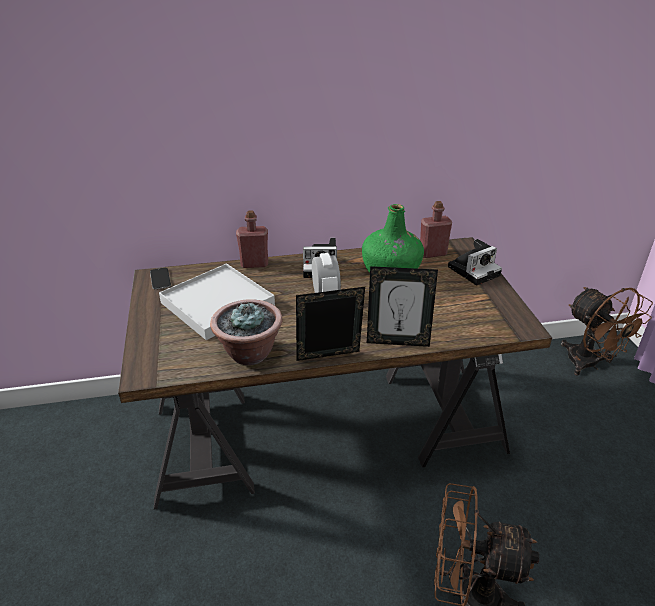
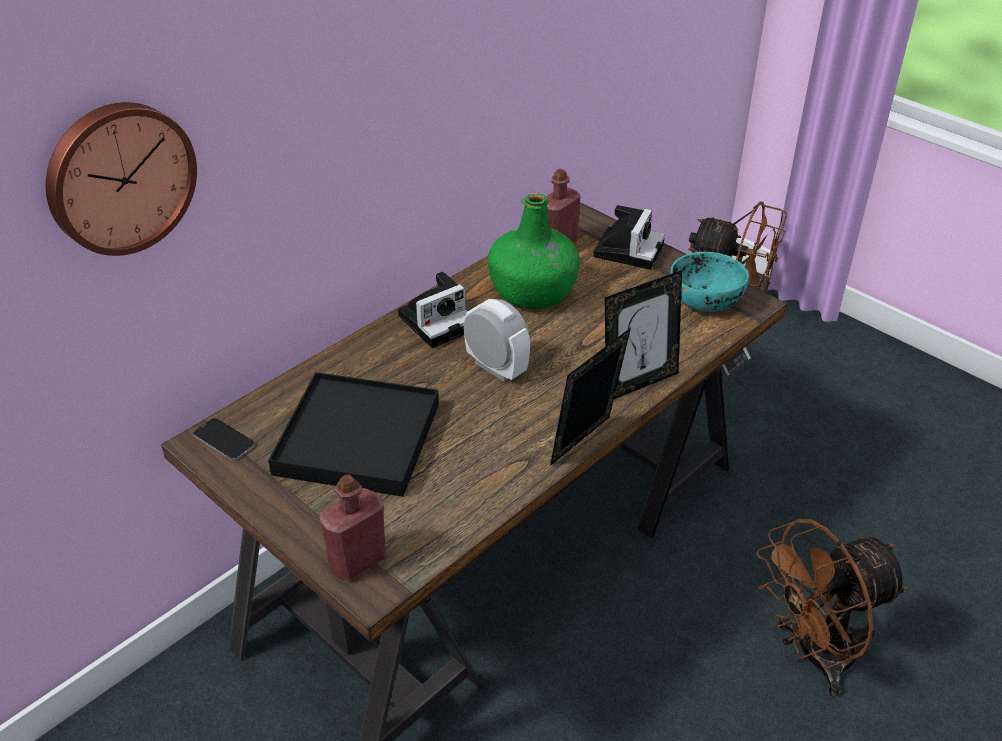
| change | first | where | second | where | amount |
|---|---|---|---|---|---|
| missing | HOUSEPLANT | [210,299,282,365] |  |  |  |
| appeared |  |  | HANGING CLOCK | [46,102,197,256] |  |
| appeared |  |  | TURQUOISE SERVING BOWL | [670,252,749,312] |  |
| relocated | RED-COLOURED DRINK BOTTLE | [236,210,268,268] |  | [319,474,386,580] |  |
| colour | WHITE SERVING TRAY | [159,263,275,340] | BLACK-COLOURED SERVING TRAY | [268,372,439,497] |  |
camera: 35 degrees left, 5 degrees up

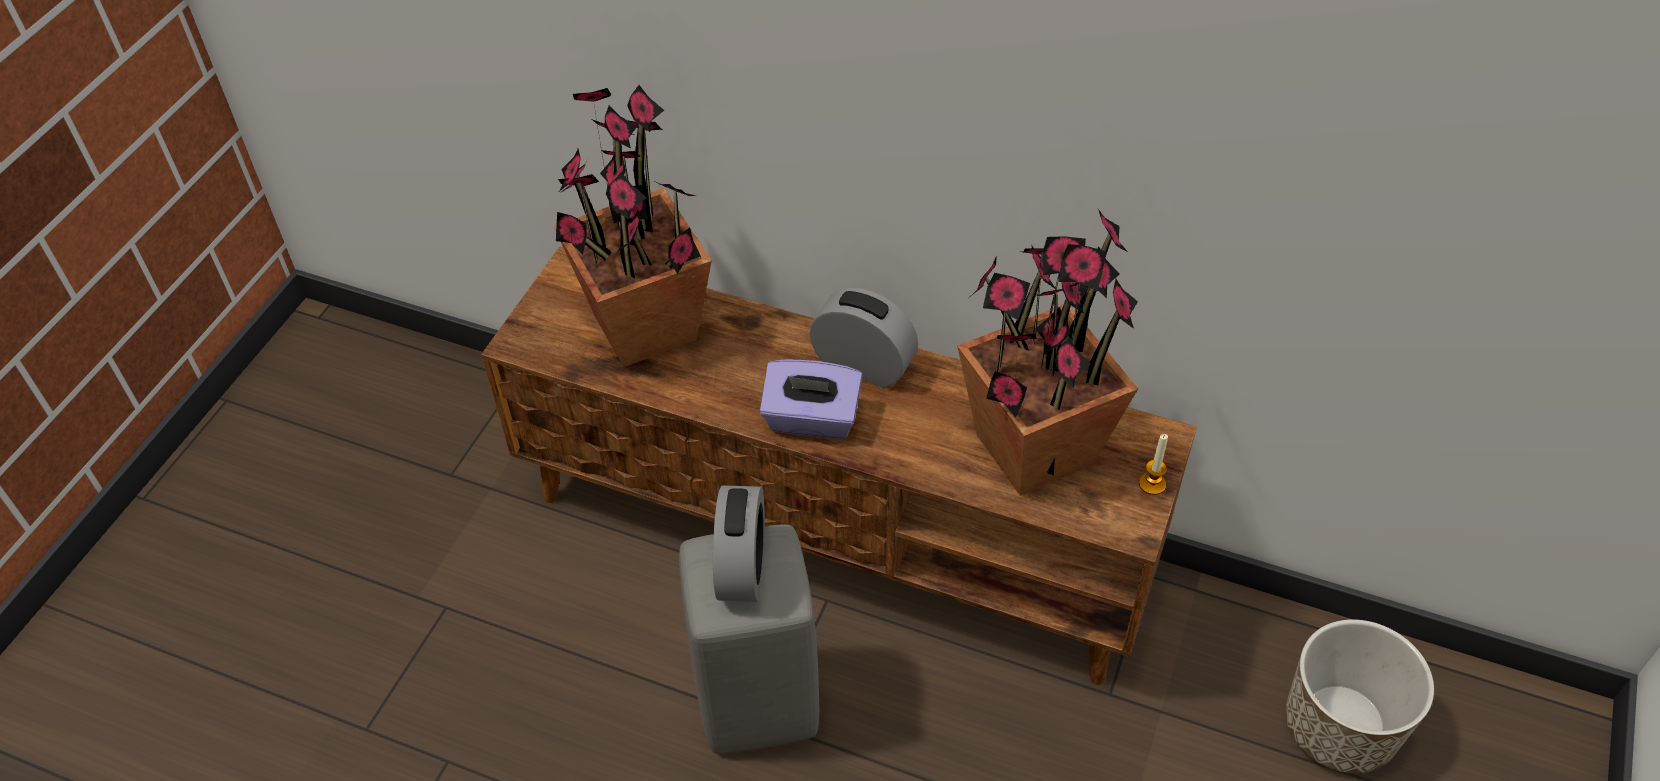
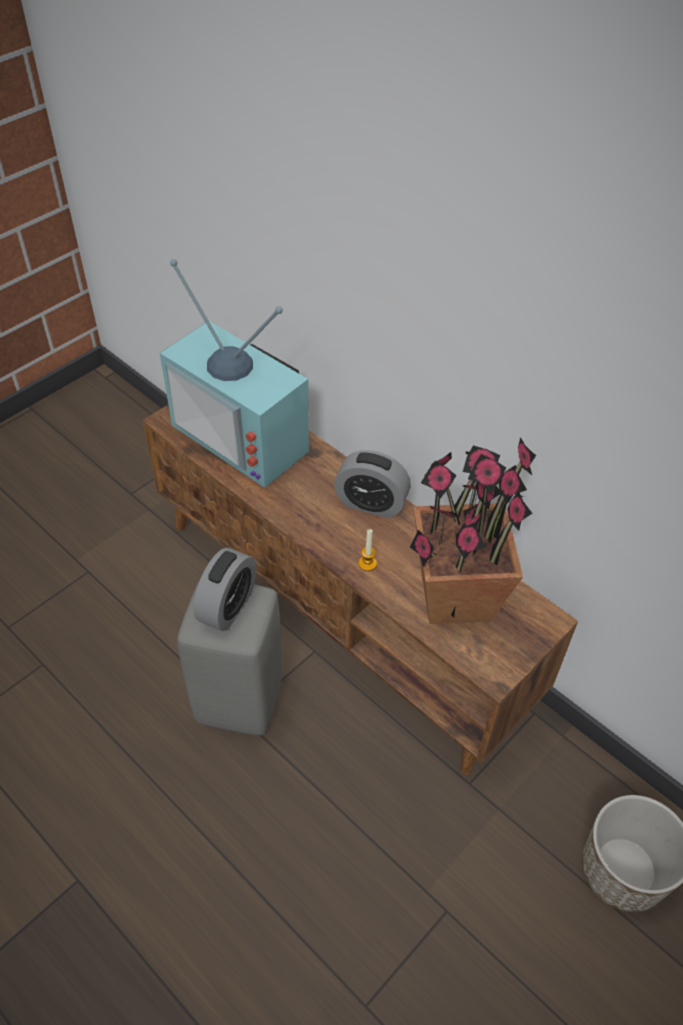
| change | first | where | second | where | amount |
|---|---|---|---|---|---|
| missing | PURPLE TISSUE BOX | [760,359,863,439] |  |  |  |
| relocated | WAX CANDLE | [1139,434,1168,495] |  | [359,529,377,571] |  |
| exchanged | HOUSEPLANT | [554,85,712,367] | TELEVISION | [160,259,309,488] |  |
| spun | BEDSIDE CLOCK | [809,288,918,388] |  | [334,450,411,518] | 150 degrees clockwise |
camera: 20 degrees right, 0 degrees up

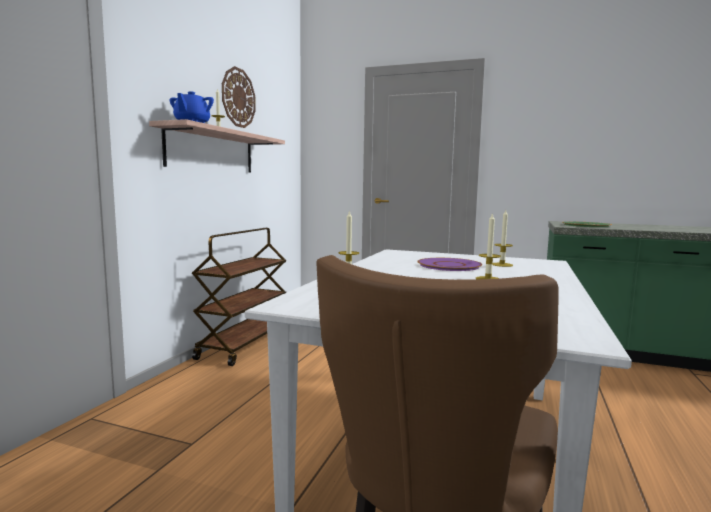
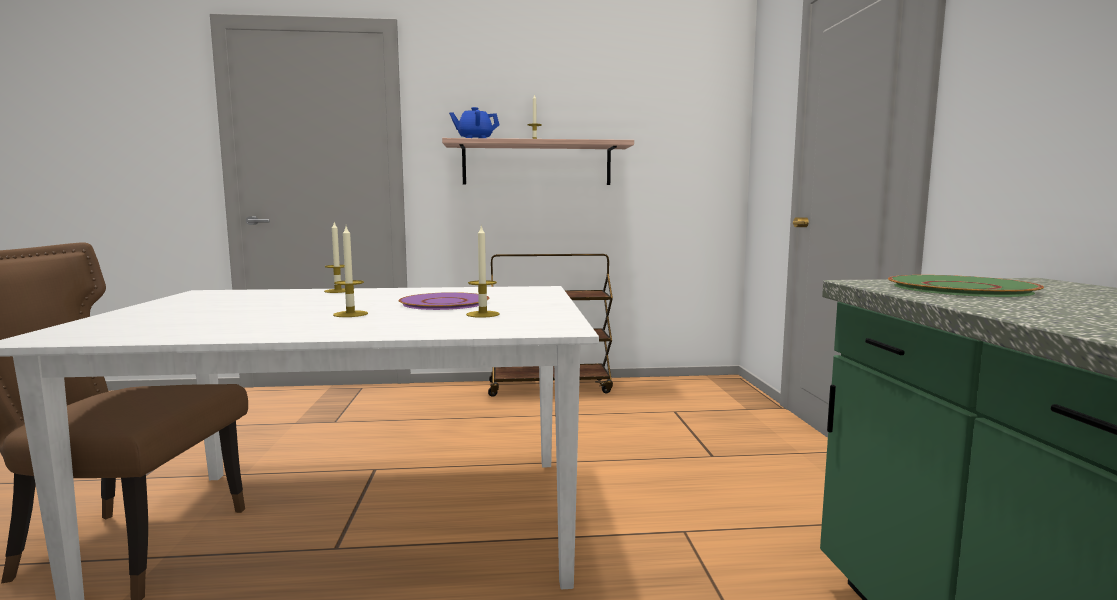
| change | first | where | second | where | amount |
|---|---|---|---|---|---|
| missing | HANGING CLOCK | [222,66,256,128] |  |  |  |
camera: 65 degrees right, 0 degrees up

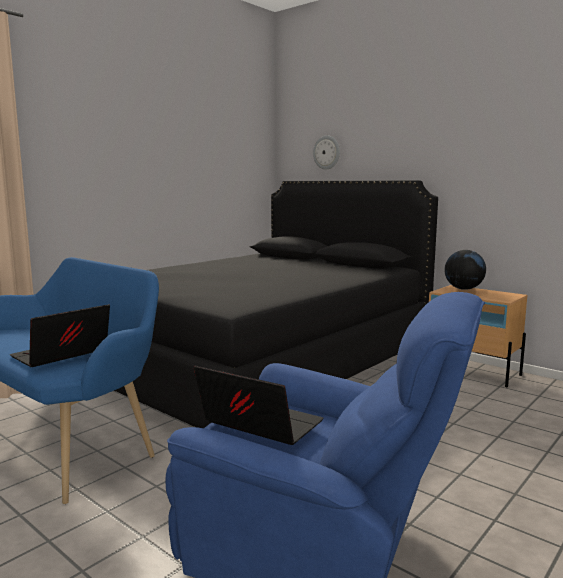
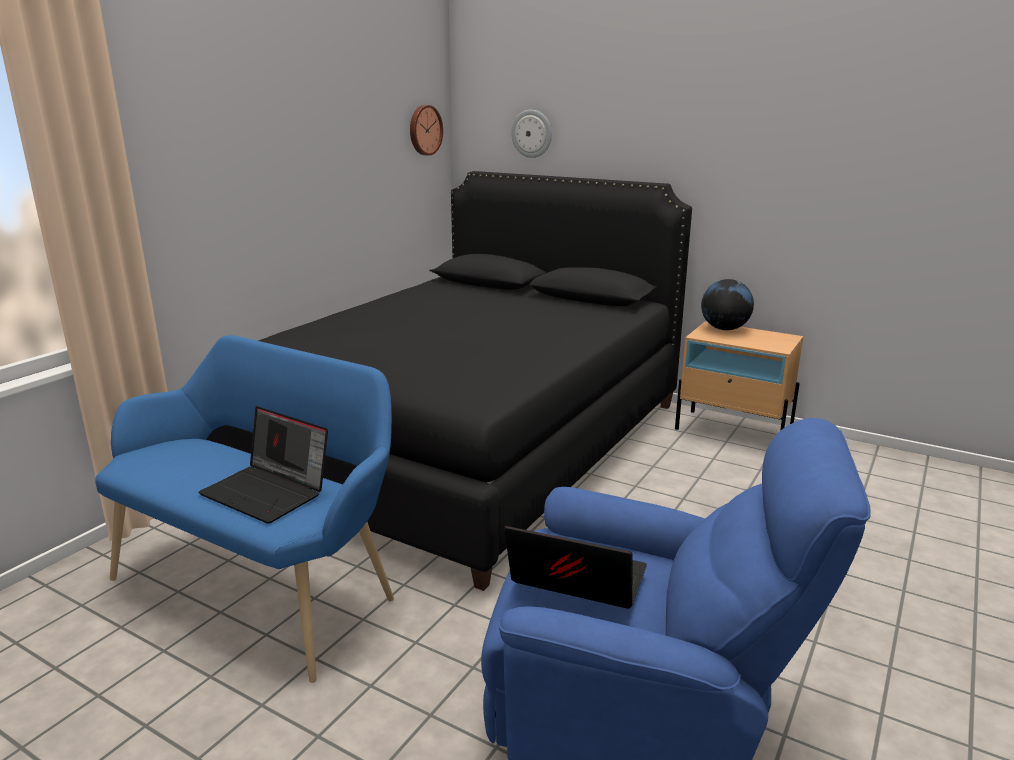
| change | first | where | second | where | amount |
|---|---|---|---|---|---|
| appeared |  |  | HANGING CLOCK | [410,105,443,156] |  |
| spun | NOTEBOOK COMPUTER | [10,304,110,367] |  | [198,406,328,524] | 90 degrees counterclockwise |
camera: 10 degrees left, 10 degrees up

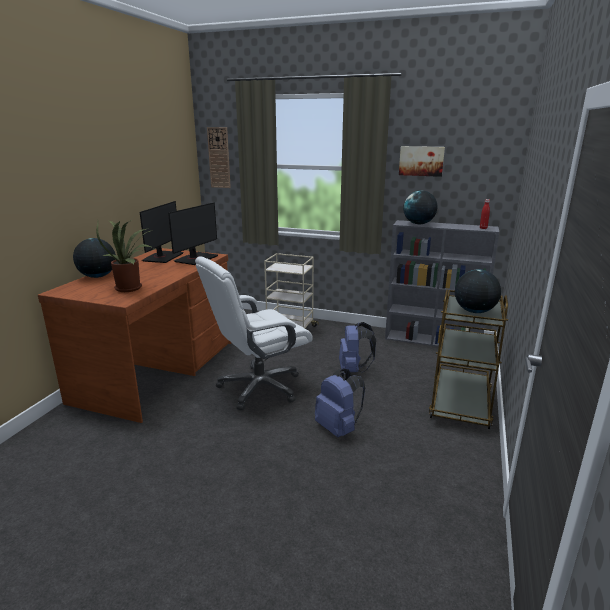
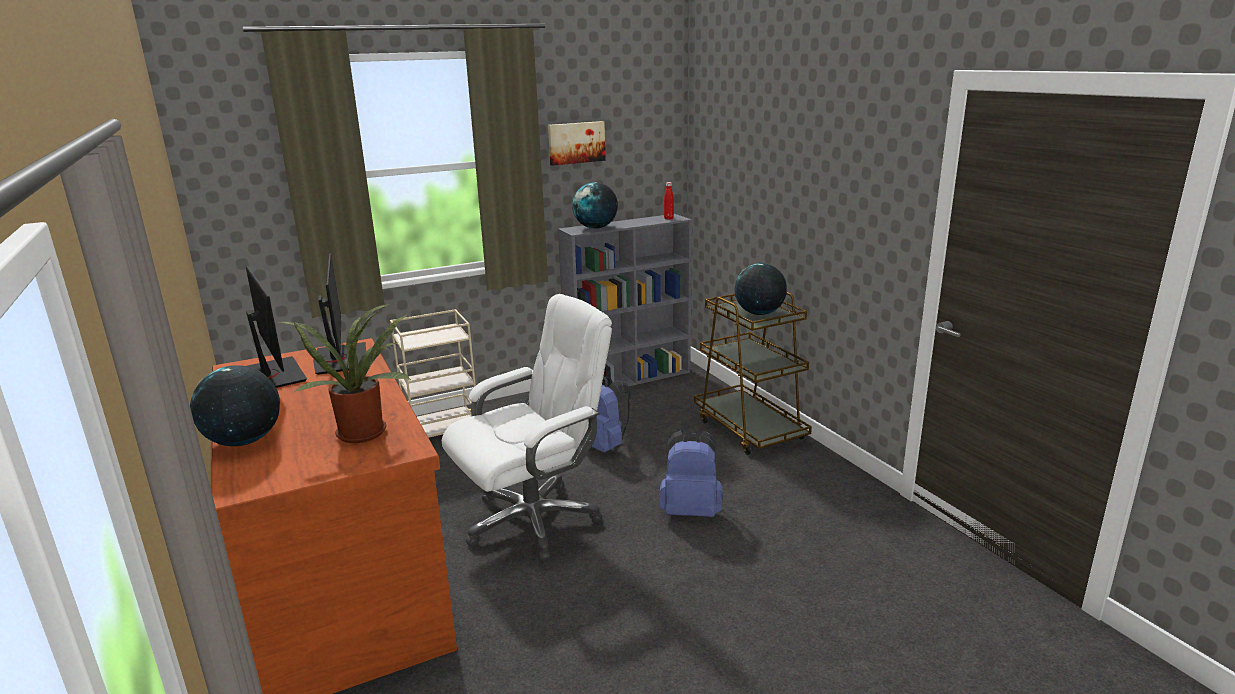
| change | first | where | second | where | amount |
|---|---|---|---|---|---|
| missing | HANGING CLOCK | [207,127,231,188] |  |  |  |
| spun | WHITE OFFICE CHAIR | [195,256,313,411] |  | [442,294,612,561] | 135 degrees counterclockwise |
camera: 45 degrees left, 0 degrees up

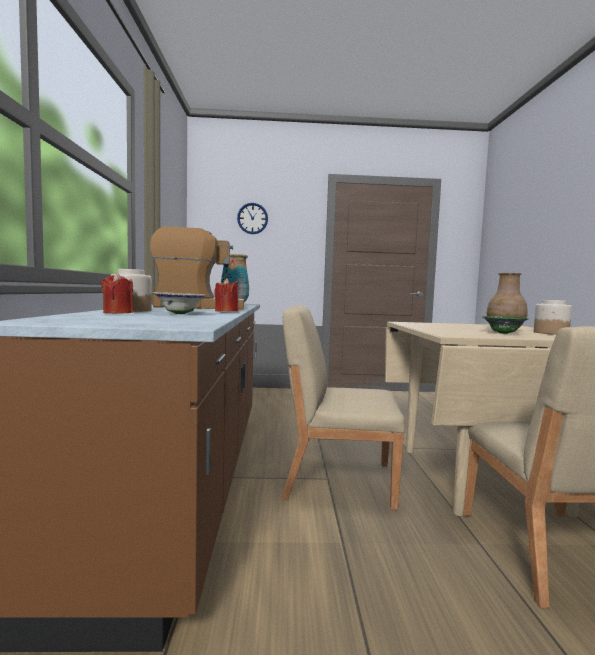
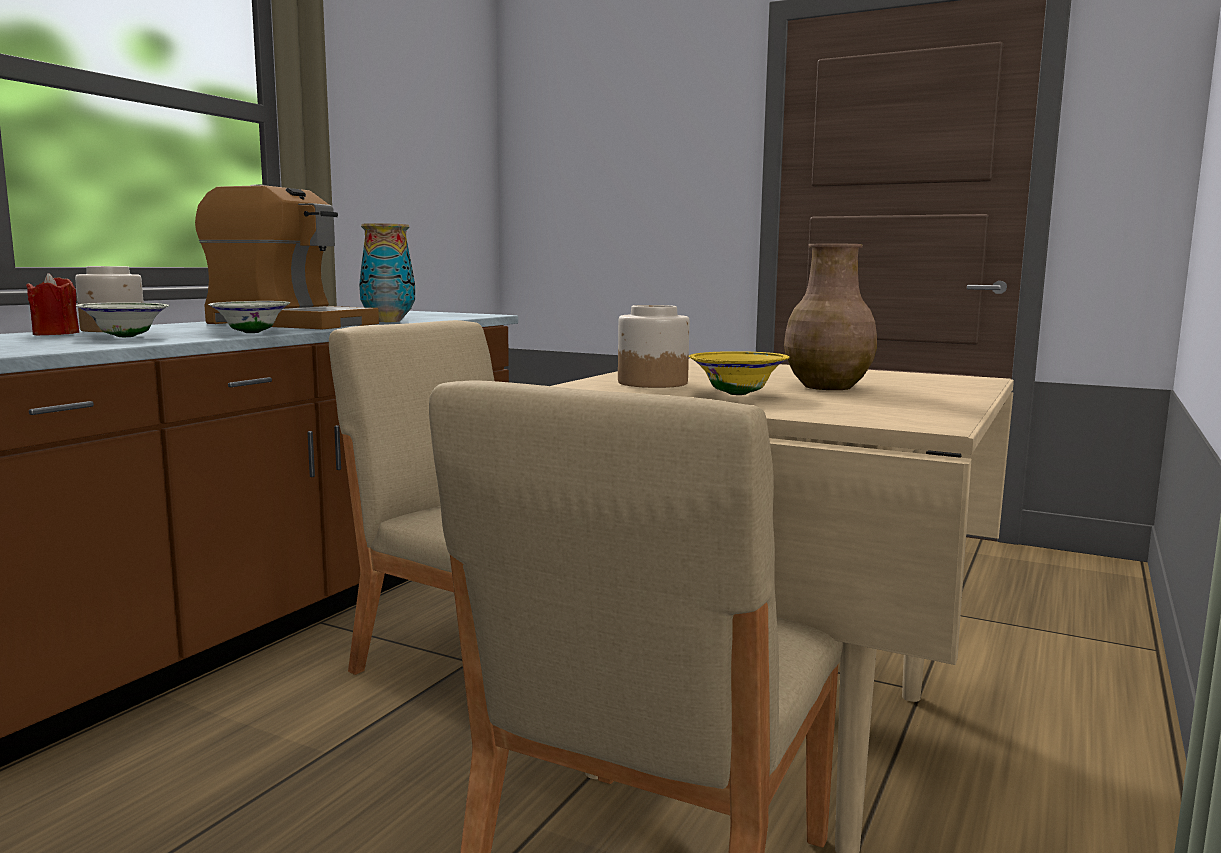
| change | first | where | second | where | amount |
|---|---|---|---|---|---|
| missing | HANGING CLOCK | [237,203,268,234] |  |  |  |
| relocated | JAR | [534,300,572,335] |  | [618,305,690,388] |  |
| exchanged | RED-COLOURED WAX CANDLE | [214,278,238,312] | WHITE SERVING BOWL | [208,301,291,333] |  |
| colour | GREENISH SERVING BOWL | [482,316,529,334] | YELLOW SERVING BOWL | [689,351,789,395] |  |
camera: 30 degrees right, 5 degrees up

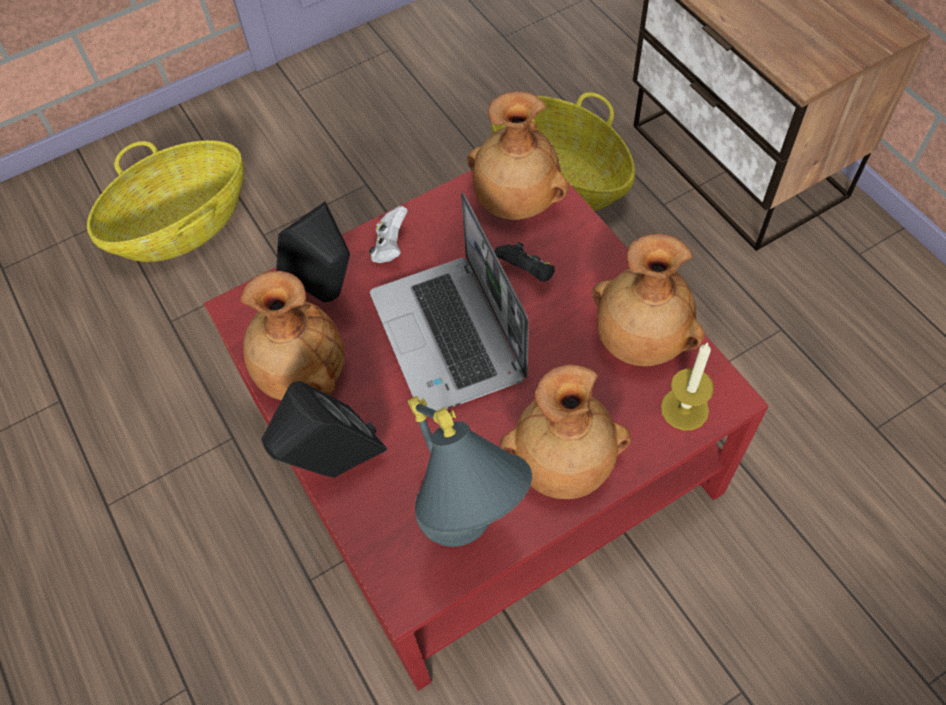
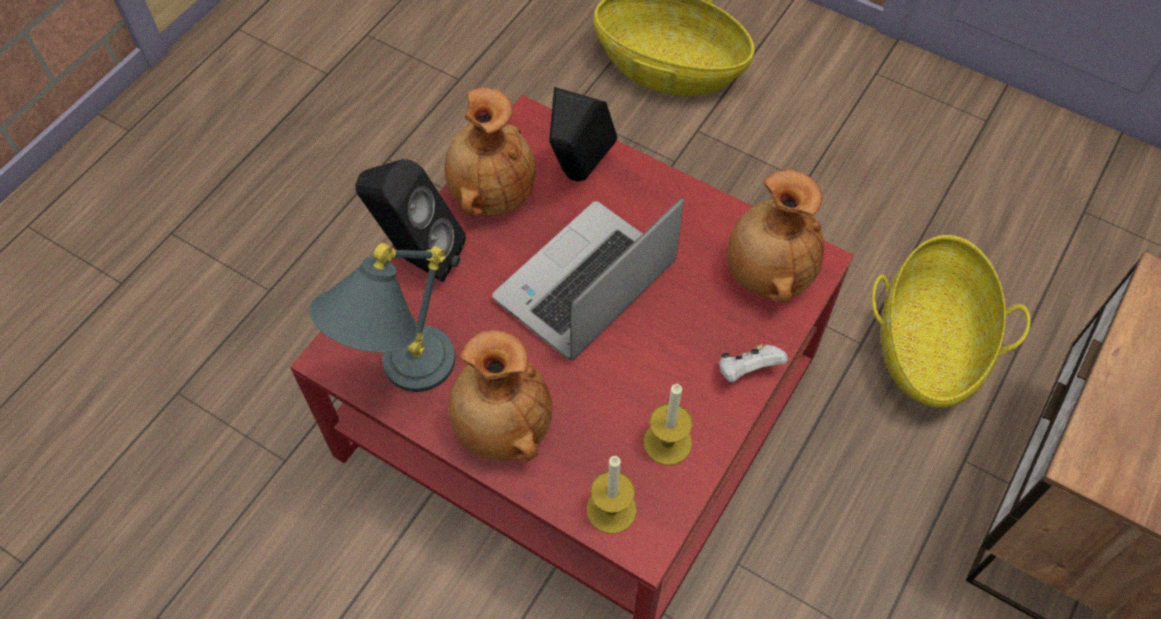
| change | first | where | second | where | amount |
|---|---|---|---|---|---|
| missing | BLACK-COLOURED GAME CONTROLLER | [495,242,555,282] |  |  |  |
| relocated | WHITE GAME CONTROLLER | [369,206,408,263] |  | [719,344,788,382] |  |
| exchanged | BROWN-COLOURED DECORATIVE VASE | [592,233,705,366] | WAX CANDLE | [643,383,693,465] |  |
camera: 60 degrees right, 0 degrees up

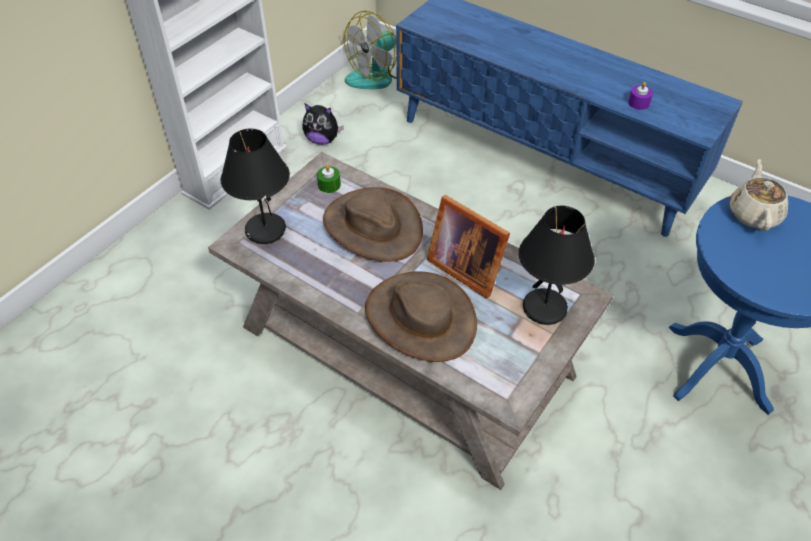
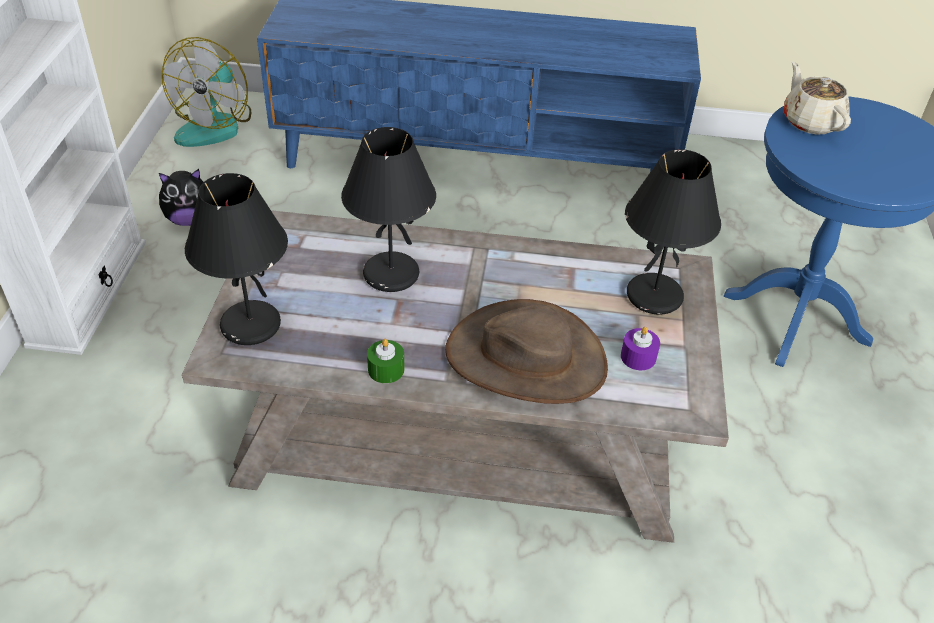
| change | first | where | second | where | amount |
|---|---|---|---|---|---|
| missing | STANDING FRAME | [427,195,510,299] |  |  |  |
| relocated | GREENISH WAX CANDLE | [317,164,341,193] |  | [367,339,404,383] |  |
| relocated | PURPLE WAX CANDLE | [628,82,653,110] |  | [621,327,660,370] |  |
| exchanged | BROWN-COLOURED WEARABLE HAT | [323,187,423,262] | BLACK-COLOURED TABLE LAMP | [341,127,436,292] |  |
camera: 30 degrees left, 5 degrees down

